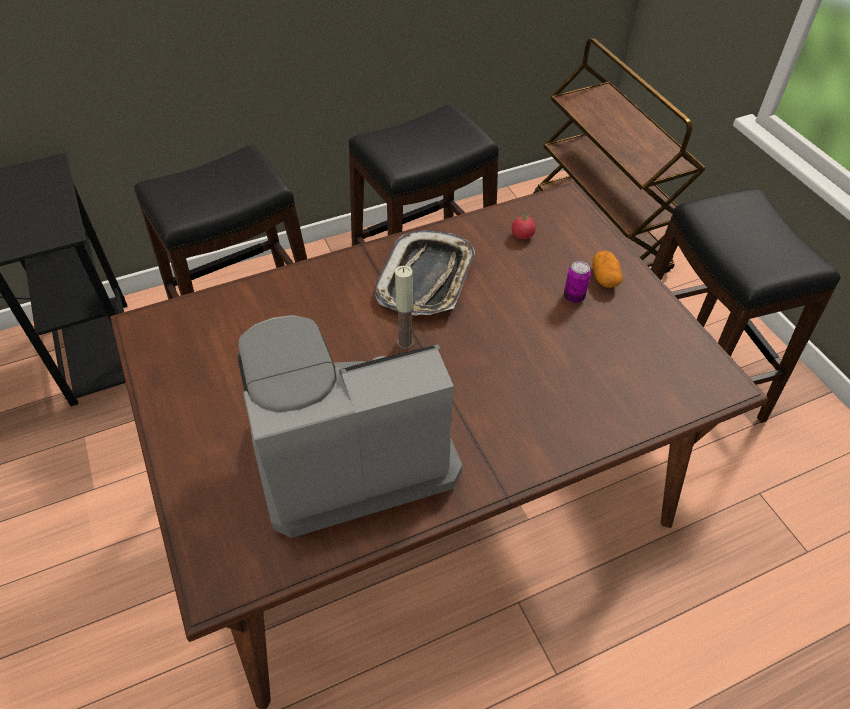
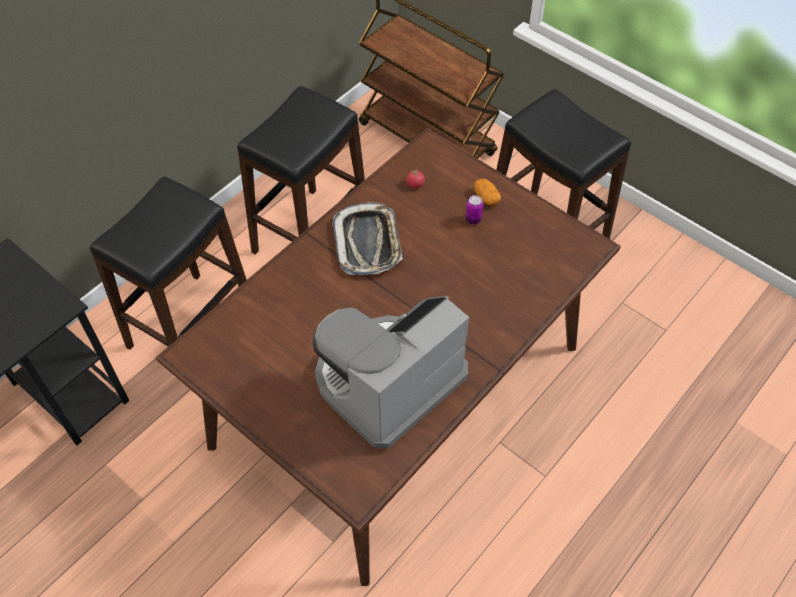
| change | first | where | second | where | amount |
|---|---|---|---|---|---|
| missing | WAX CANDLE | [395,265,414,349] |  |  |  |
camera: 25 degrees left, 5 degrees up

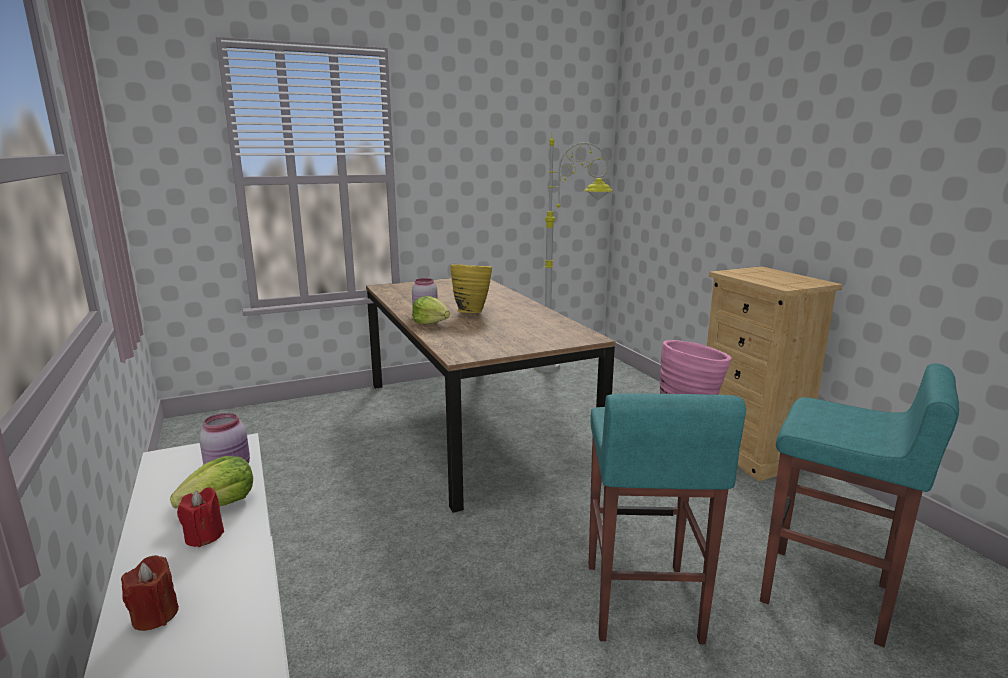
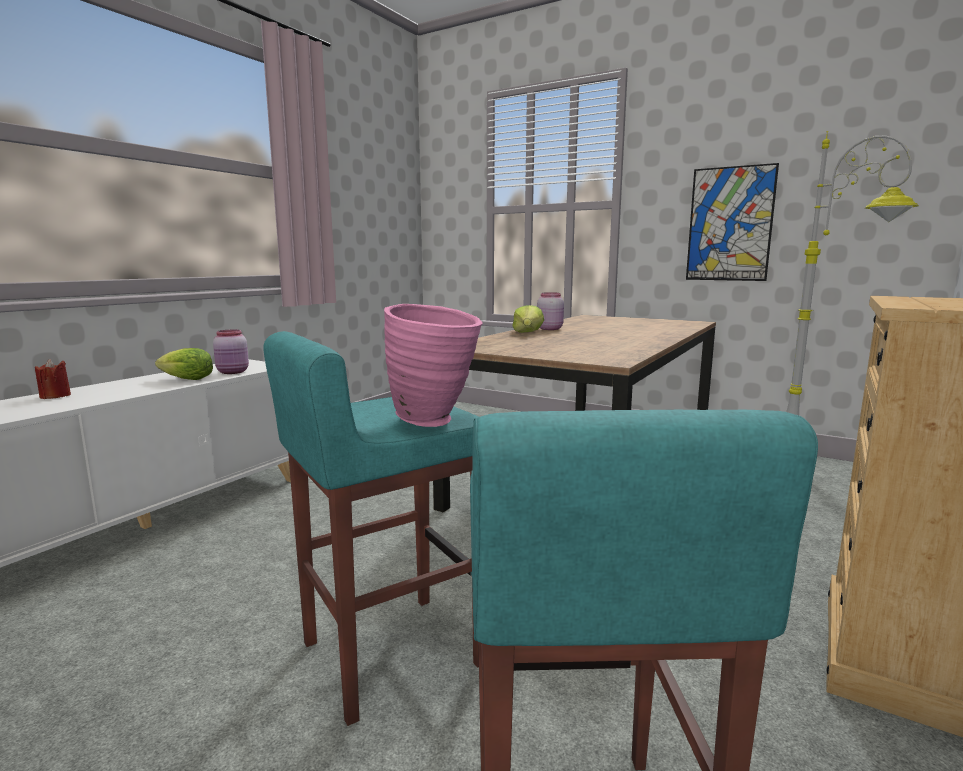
| change | first | where | second | where | amount |
|---|---|---|---|---|---|
| missing | RED-COLOURED WAX CANDLE | [177,487,224,547] |  |  |  |
| missing | YELLOW DECORATIVE VASE | [450,264,492,313] |  |  |  |
| appeared |  |  | WALL PICTURE | [686,163,779,281] |  |
camera: 55 degrees right, 5 degrees down

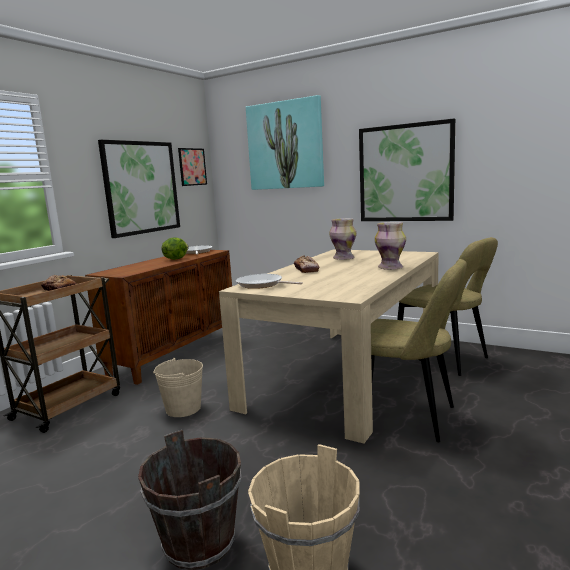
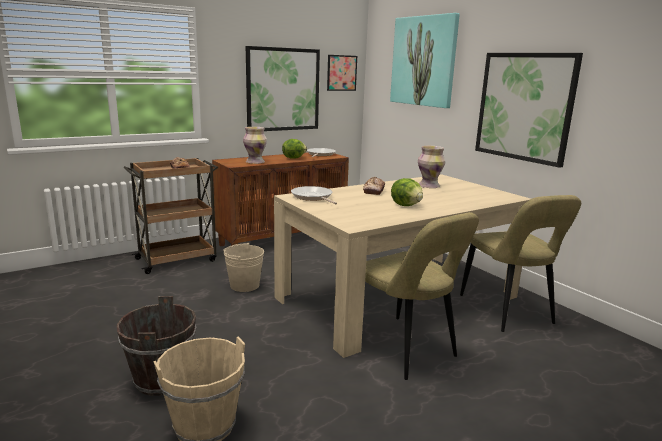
| change | first | where | second | where | amount |
|---|---|---|---|---|---|
| appeared |  |  | HEAD OF LETTUCE | [391,178,423,206] |  |
| relocated | DECORATIVE VASE | [374,222,406,270] |  | [243,127,267,164] |  |
camera: 25 degrees right, 5 degrees up

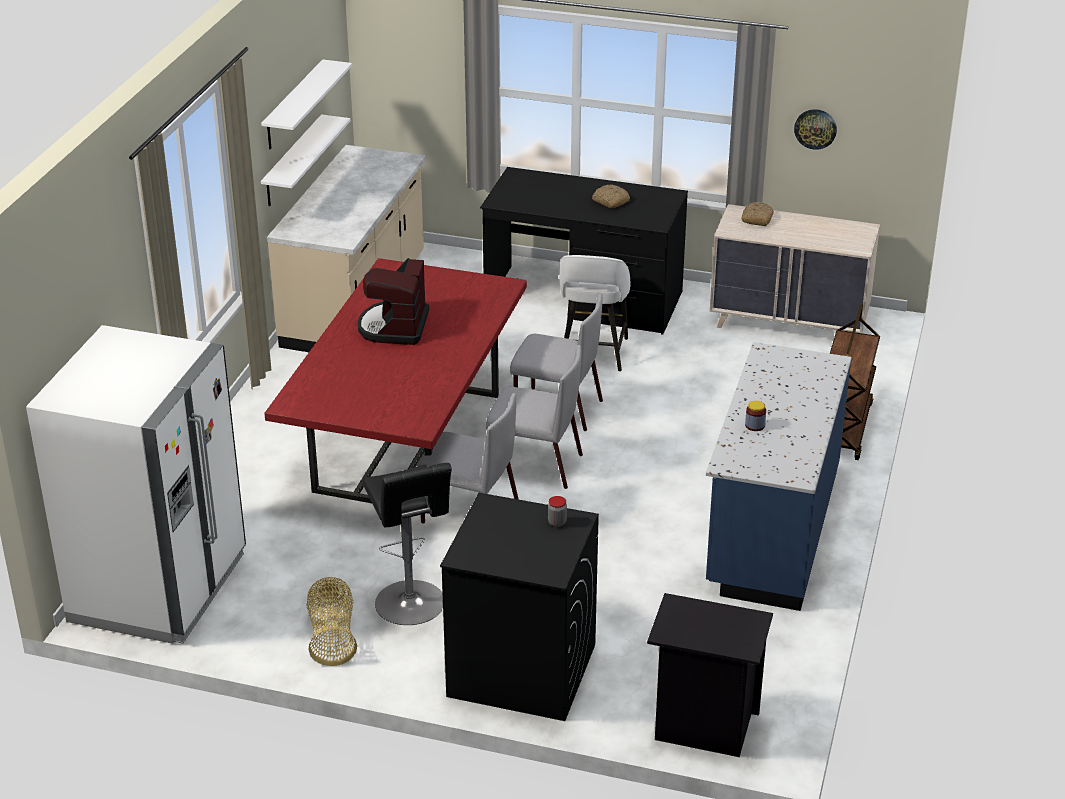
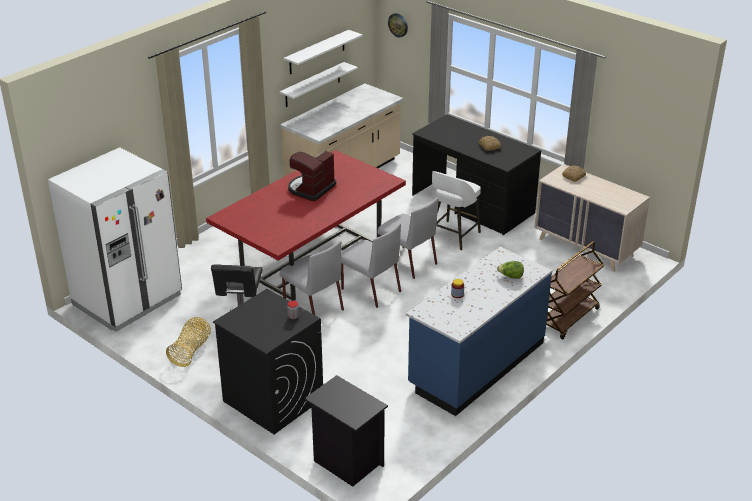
| change | first | where | second | where | amount |
|---|---|---|---|---|---|
| appeared |  |  | HEAD OF LETTUCE | [497,261,524,279] |  |
| relocated | HANGING CLOCK | [794,109,837,150] |  | [388,13,408,38] |  |
camera: 25 degrees right, 0 degrees up

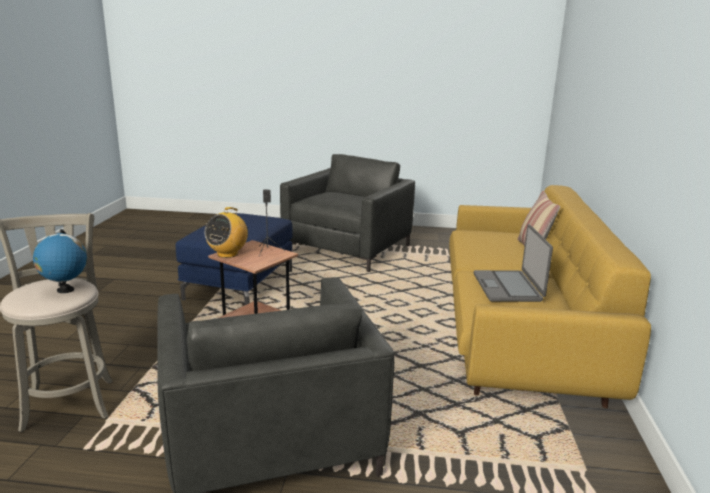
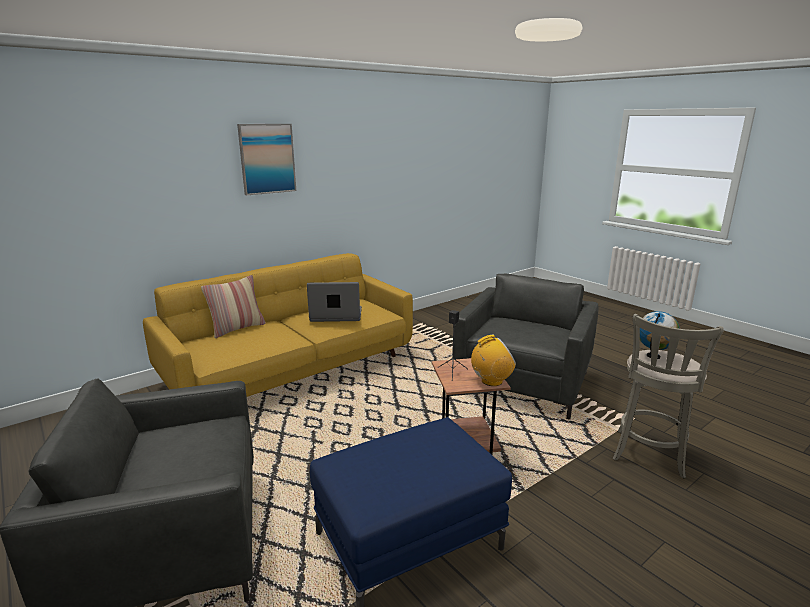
| change | first | where | second | where | amount |
|---|---|---|---|---|---|
| appeared |  |  | WALL PICTURE | [237,124,296,195] |  |
| spun | NOTEBOOK COMPUTER | [474,224,553,302] |  | [307,282,362,322] | 135 degrees counterclockwise |
camera: 135 degrees left, 0 degrees up

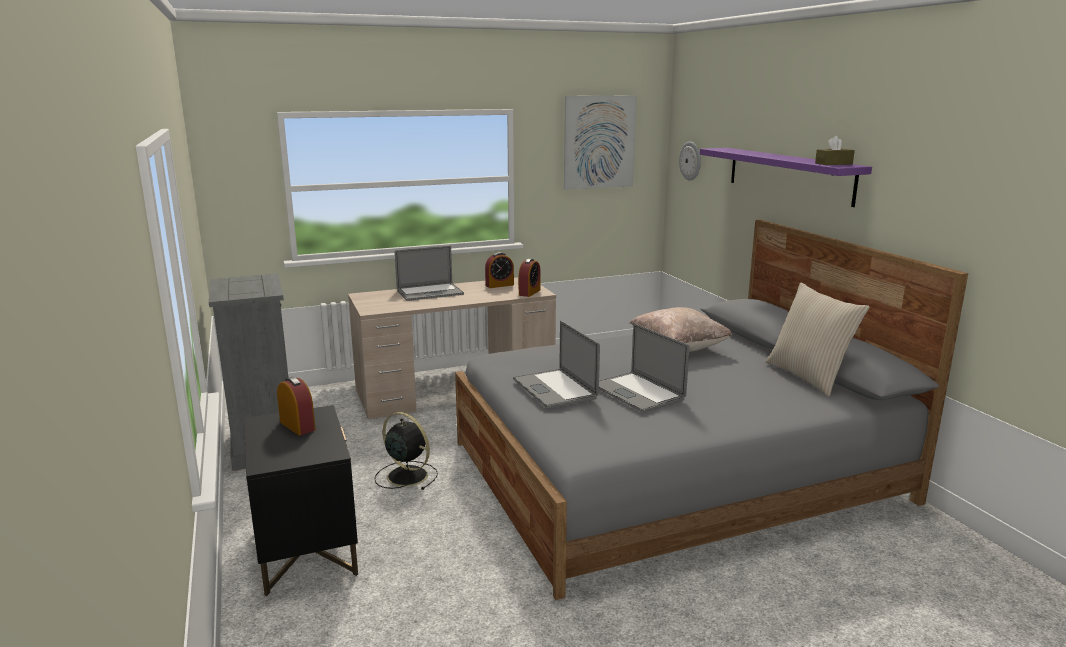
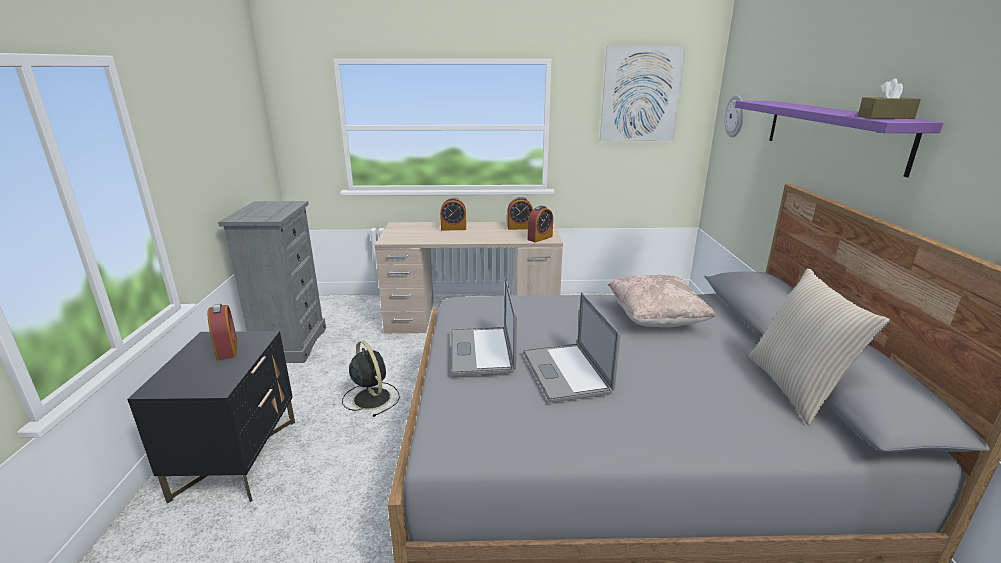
| change | first | where | second | where | amount |
|---|---|---|---|---|---|
| exchanged | NOTEBOOK COMPUTER | [395,246,464,301] | BEDSIDE CLOCK | [440,198,466,230] |  |
camera: 20 degrees right, 5 degrees up

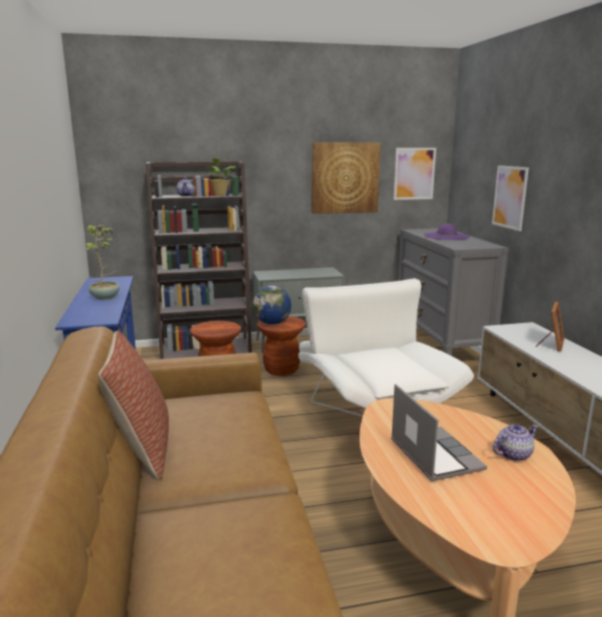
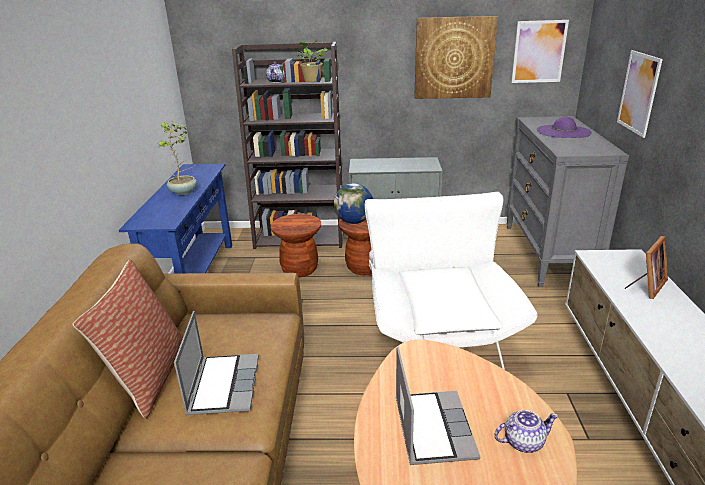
| change | first | where | second | where | amount |
|---|---|---|---|---|---|
| appeared |  |  | NOTEBOOK COMPUTER | [174,311,259,415] |  |
camera: 15 degrees right, 10 degrees up

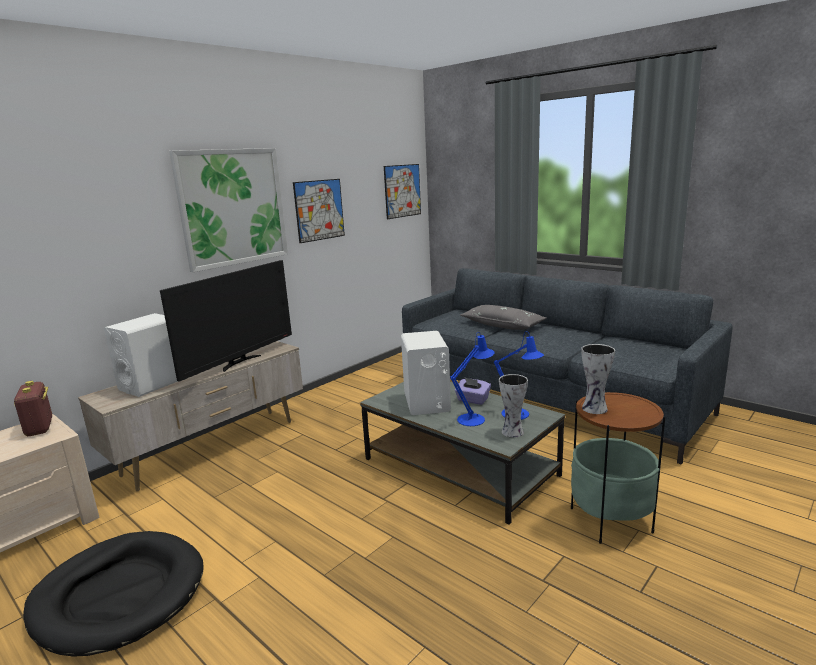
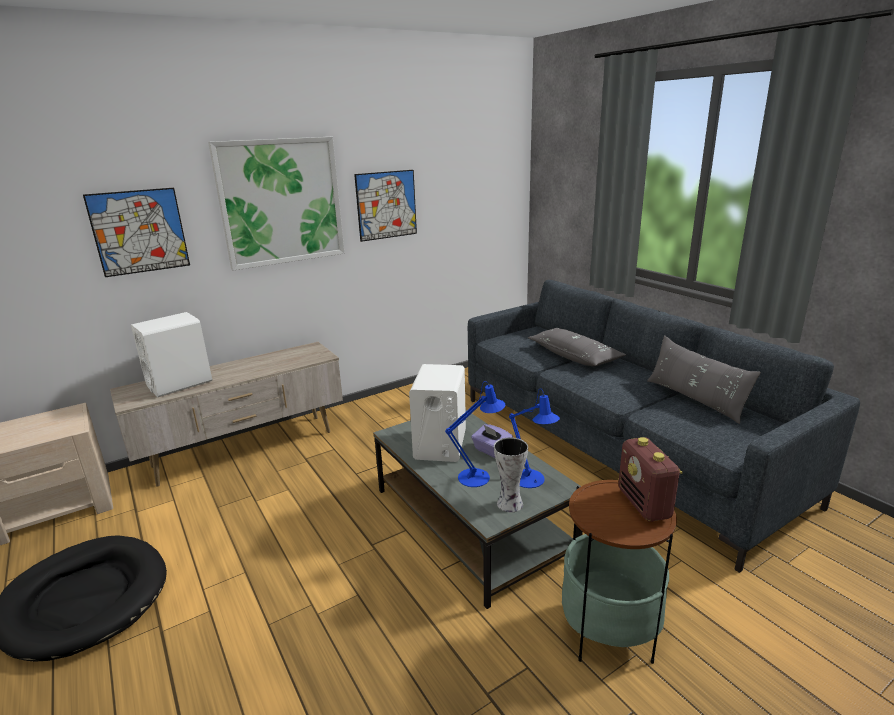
| change | first | where | second | where | amount |
|---|---|---|---|---|---|
| missing | TELEVISION | [160,260,292,382] |  |  |  |
| missing | DECORATIVE VASE | [581,344,615,414] |  |  |  |
| appeared |  |  | GRAY THROW PILLOW | [647,336,761,424] |  |
| relocated | RADIO | [14,381,52,436] |  | [618,437,683,522] |  |
| relocated | WALL PICTURE | [384,164,421,219] |  | [83,188,190,277] |  |
camera: 15 degrees right, 5 degrees up

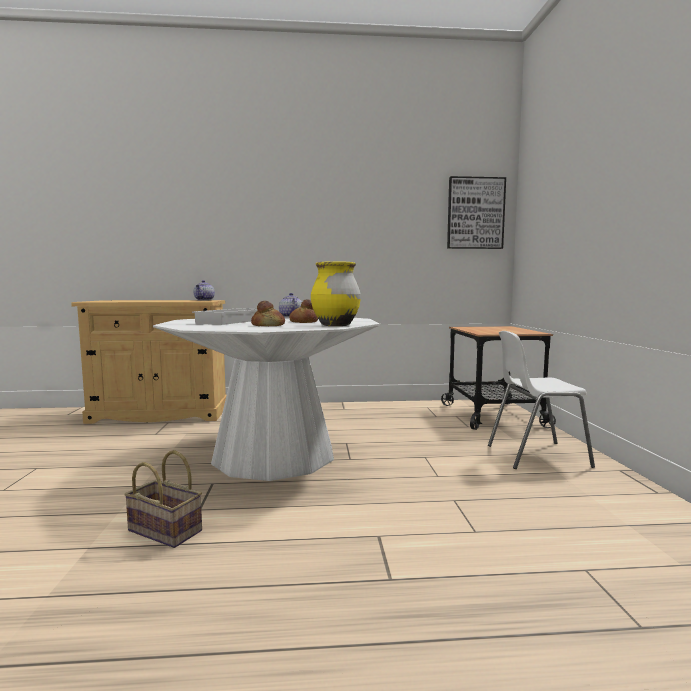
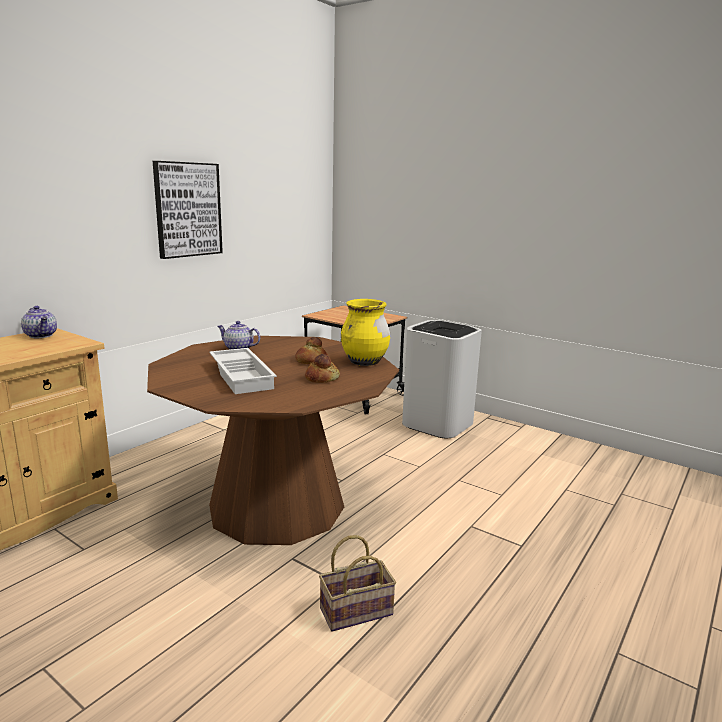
| change | first | where | second | where | amount |
|---|---|---|---|---|---|
| relocated | WALL PICTURE | [447,176,506,249] |  | [153,161,223,259] |  |
| exchanged | WHITE UPRIGHT CHAIR | [488,331,595,469] | WHITE WASTE BIN | [402,320,482,438] |  |
| colour | WHITE DINING TABLE | [153,317,380,481] | BROWN-COLOURED DINING TABLE | [147,336,399,545] |  |
camera: 50 degrees left, 10 degrees up

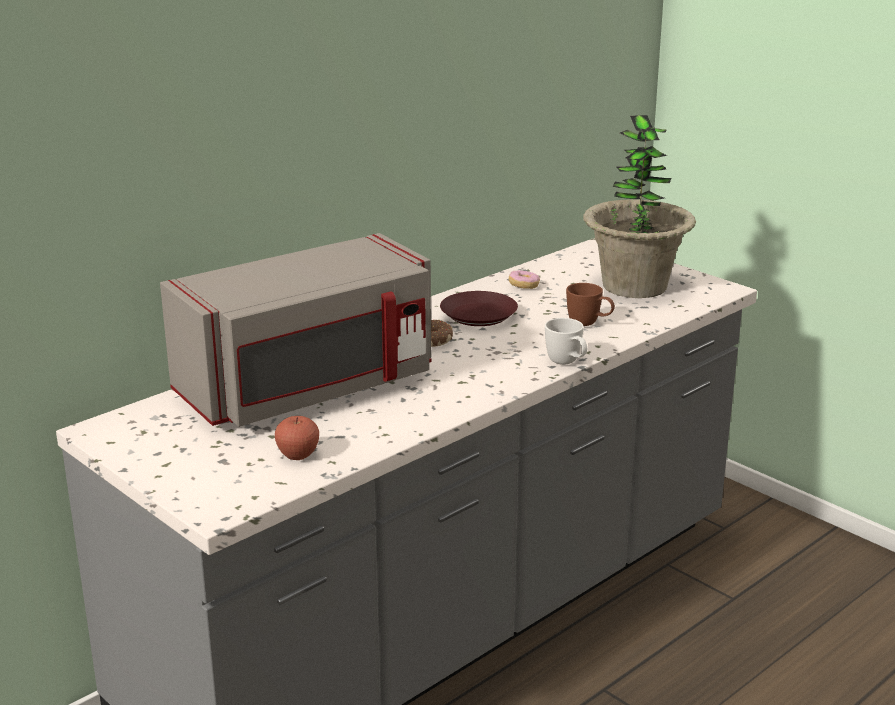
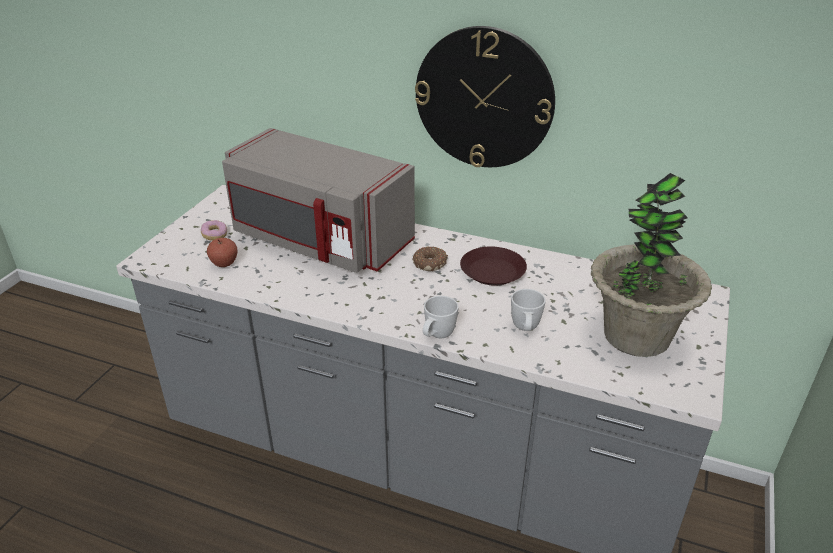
| change | first | where | second | where | amount |
|---|---|---|---|---|---|
| appeared |  |  | HANGING CLOCK | [415,26,555,167] |  |
| relocated | RING DOUGHNUT | [509,270,540,289] |  | [201,220,227,241] |  |
| colour | BROWN-COLOURED COFFEE MUG | [566,283,615,326] | WHITE COFFEE MUG | [511,289,546,331] |  |
camera: 65 degrees right, 10 degrees up

